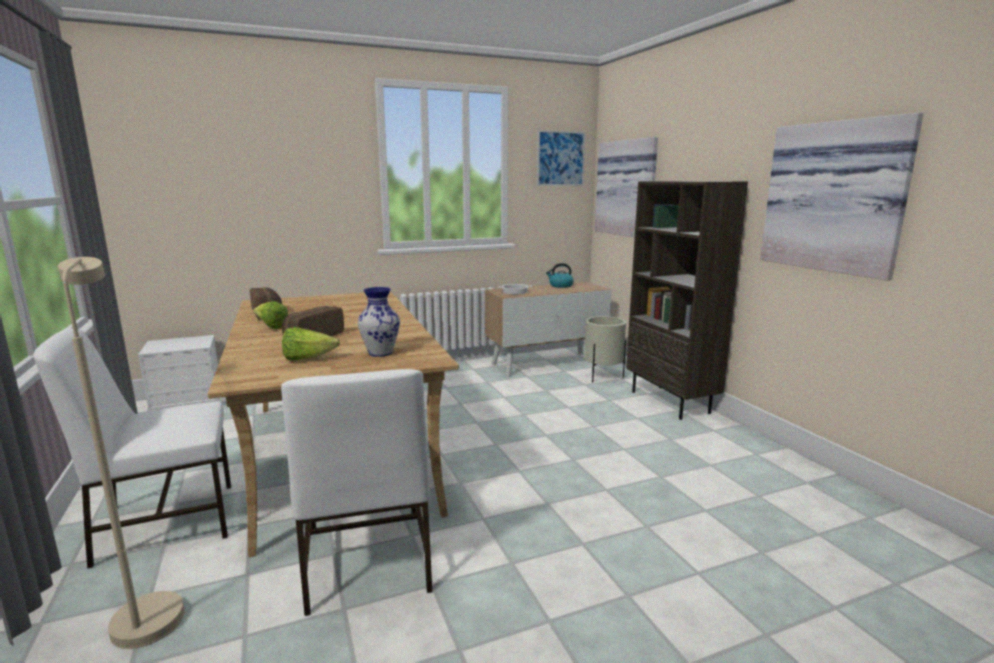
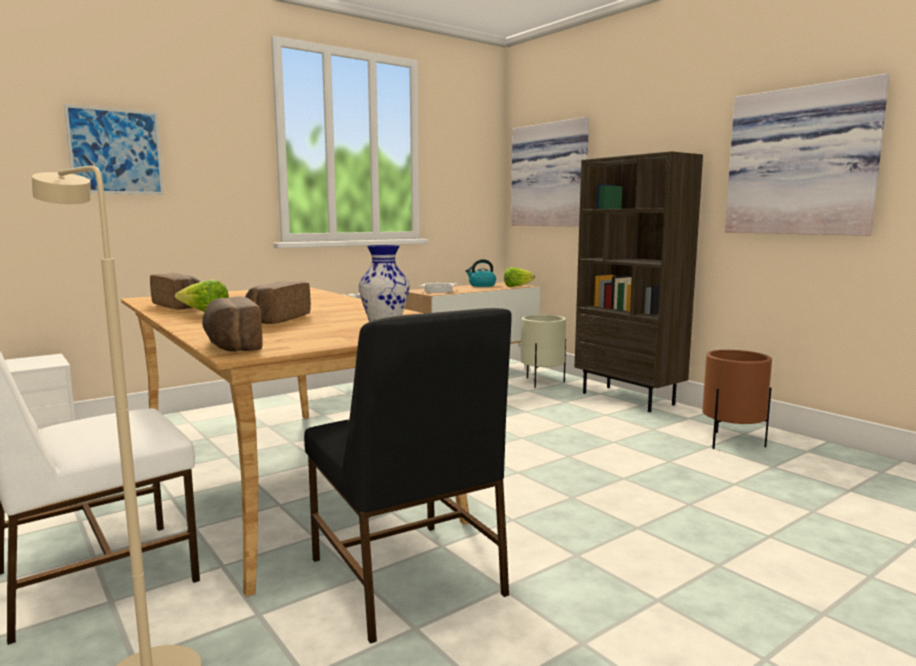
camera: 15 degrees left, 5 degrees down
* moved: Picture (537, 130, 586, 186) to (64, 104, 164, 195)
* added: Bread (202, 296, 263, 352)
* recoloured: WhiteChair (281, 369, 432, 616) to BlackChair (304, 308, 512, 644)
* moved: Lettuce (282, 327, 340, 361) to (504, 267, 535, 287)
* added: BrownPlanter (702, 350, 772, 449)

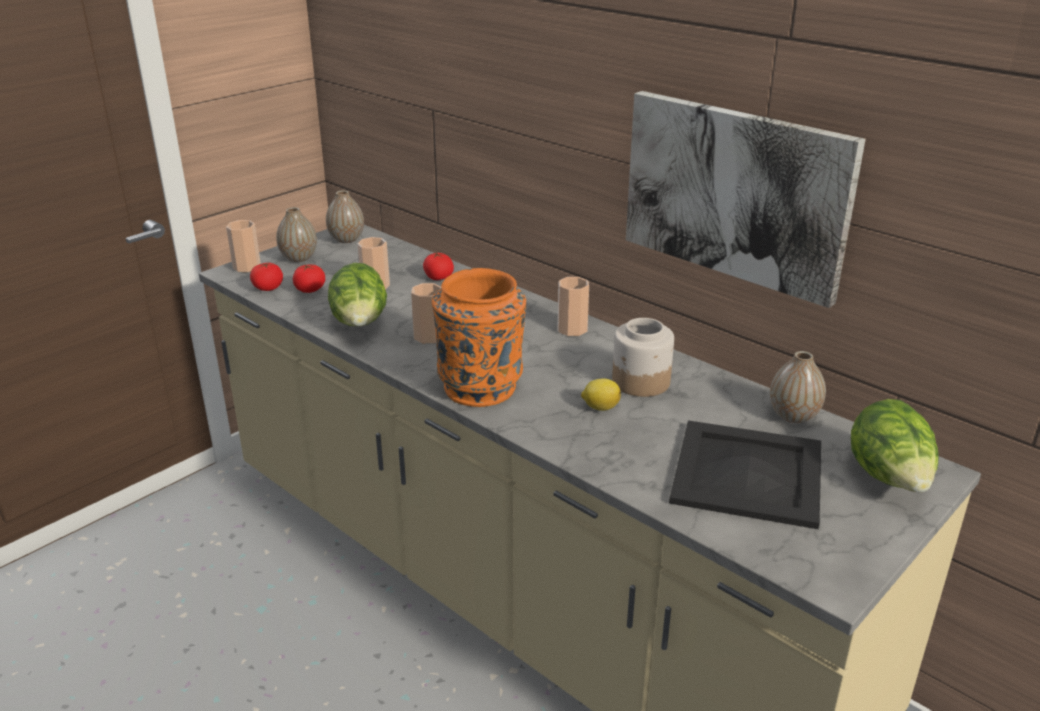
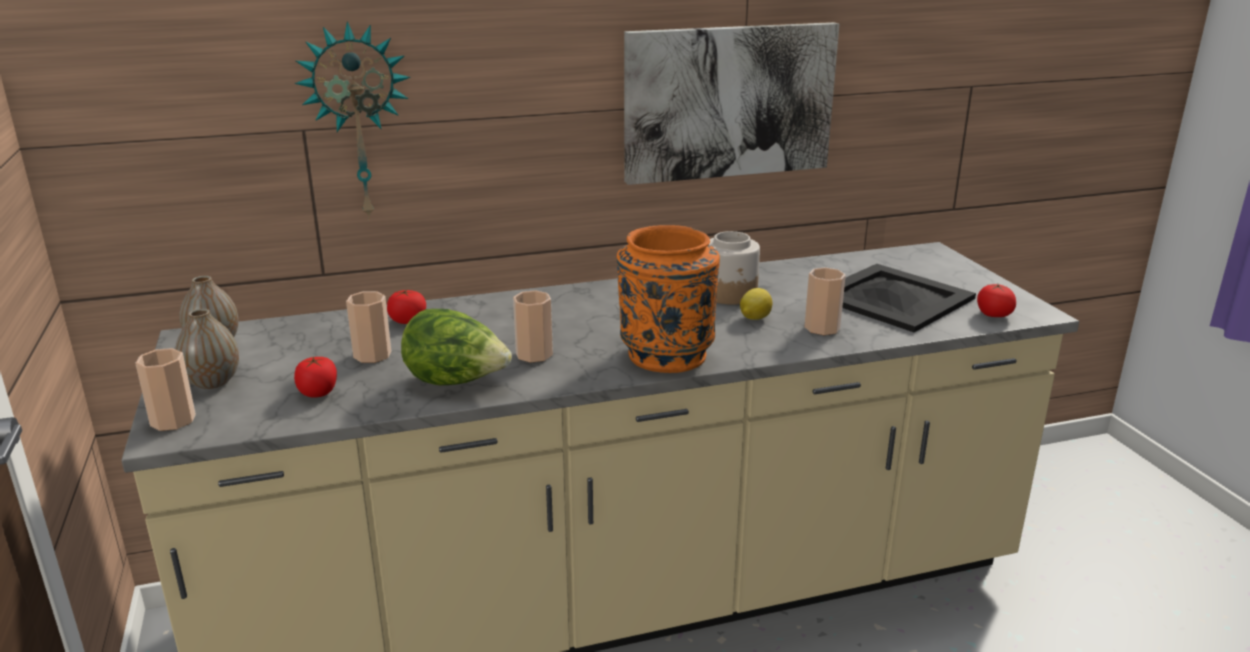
camera: 60 degrees left, 5 degrees down
* added: WallClock (295, 21, 411, 221)
* moved: Cup (558, 277, 589, 336) to (804, 267, 846, 335)
* moved: Tomato (250, 262, 283, 291) to (977, 284, 1016, 317)
* removed: Vase (770, 351, 826, 423)
* removed: Lettuce (851, 399, 939, 493)

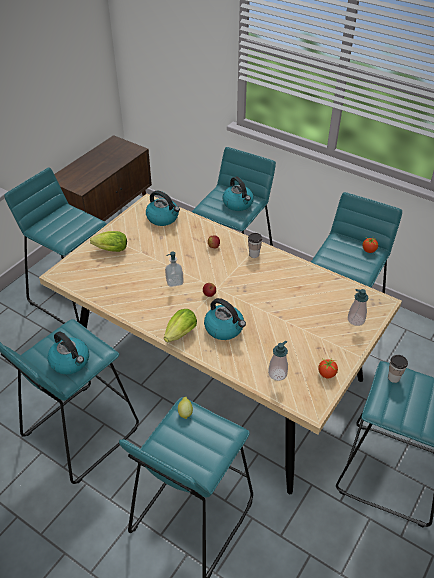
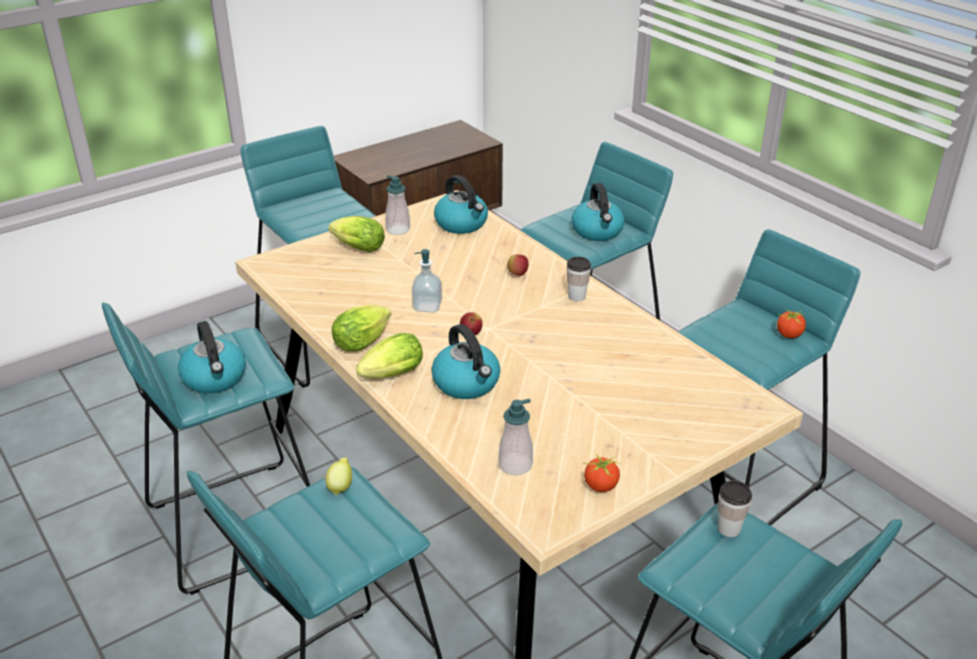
camera: 20 degrees right, 10 degrees down
* added: Lettuce (332, 305, 391, 351)
* moved: SoapDispenser (348, 289, 368, 326) to (385, 175, 410, 235)

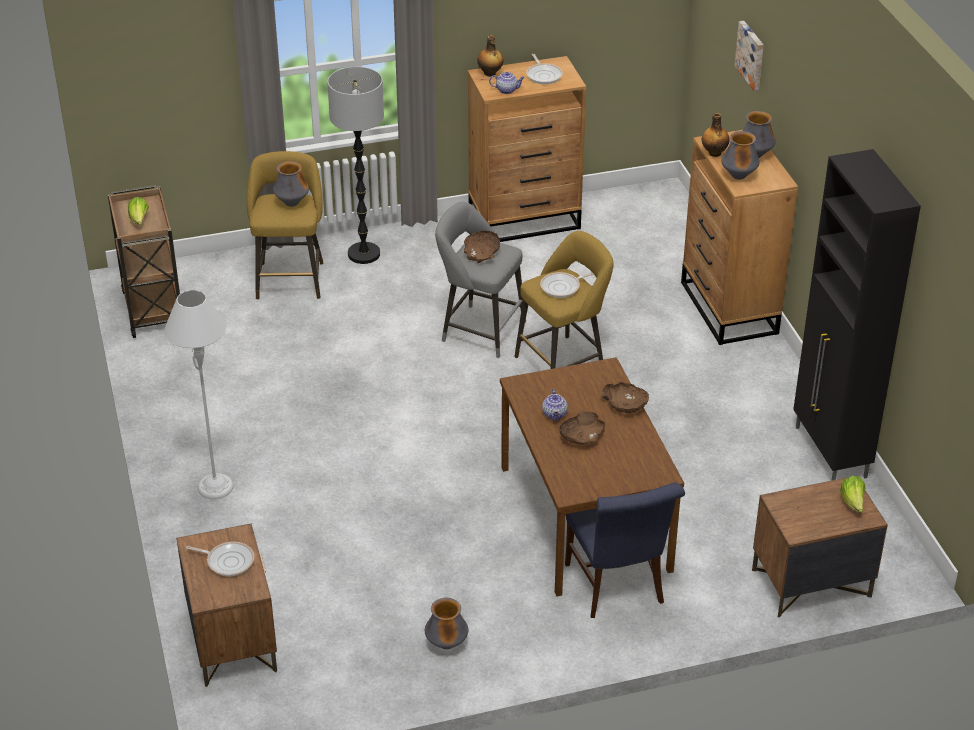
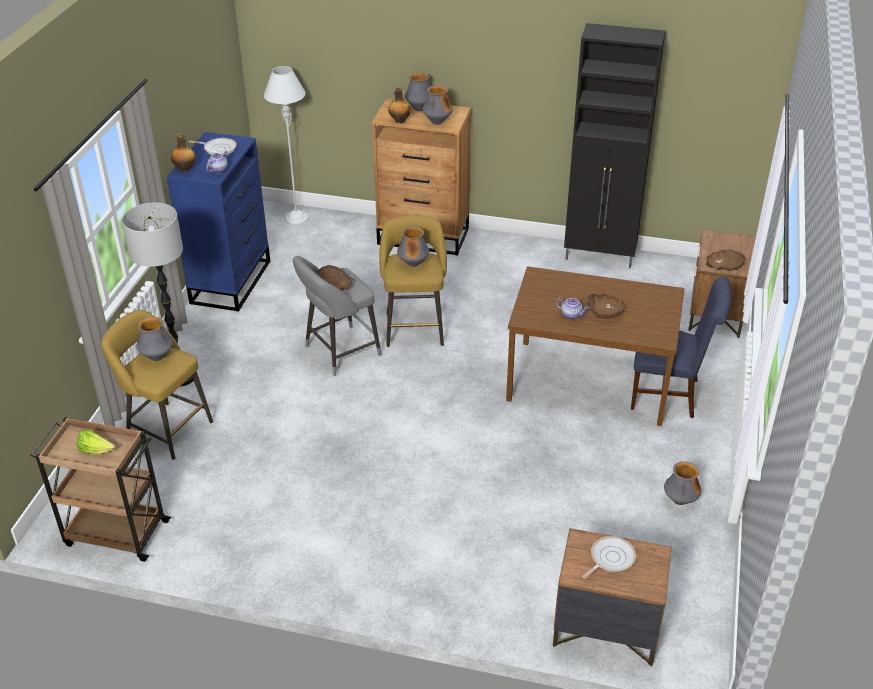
camera: 60 degrees left, 0 degrees up
* recoloured: BrownDresser (468, 56, 586, 242) to BlueDresser (166, 132, 271, 312)
* moved: GreyFloorLamp (164, 290, 234, 499) to (264, 66, 309, 225)
* replaced: FryingPan (540, 272, 594, 298) to Vase (397, 226, 429, 267)
* moved: BrownBowl (601, 382, 649, 413) to (706, 250, 745, 271)
* removed: Picture (734, 21, 764, 91)
* removed: Lettuce (840, 476, 865, 512)

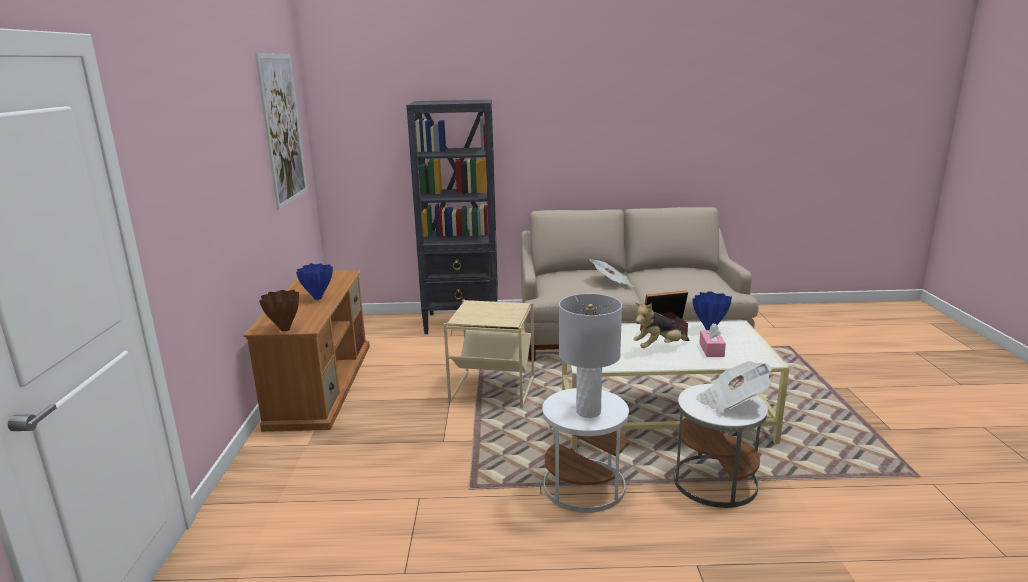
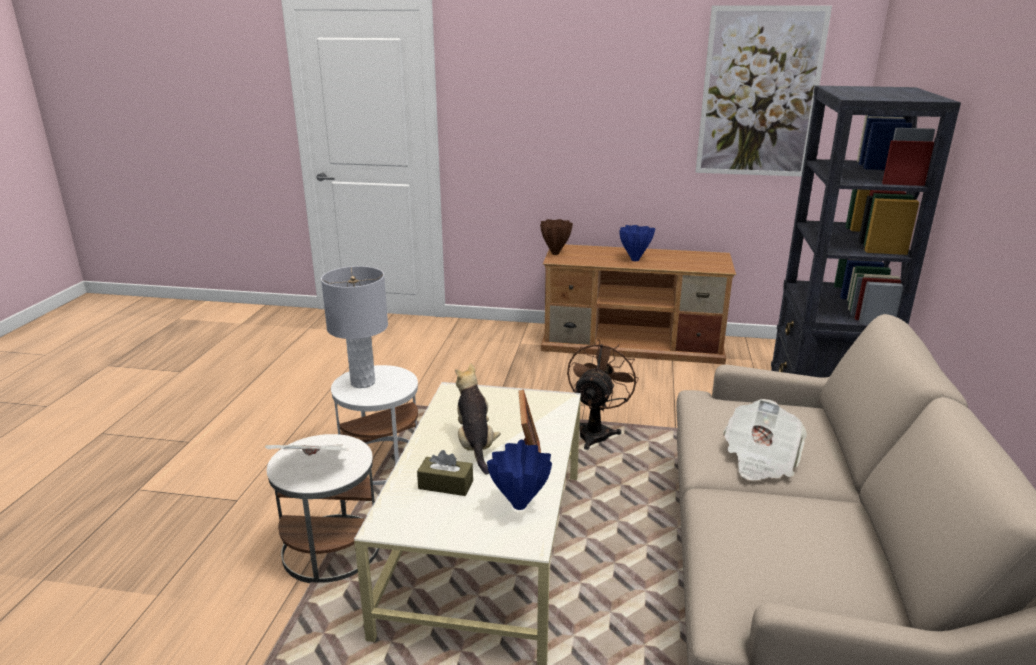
camera: 100 degrees right, 5 degrees up
* recoloured: PinkTissueBox (699, 324, 726, 357) to BrownTissueBox (417, 450, 473, 496)
* replaced: BeigeSideTable (444, 299, 534, 408) to BrownFan (567, 339, 639, 450)

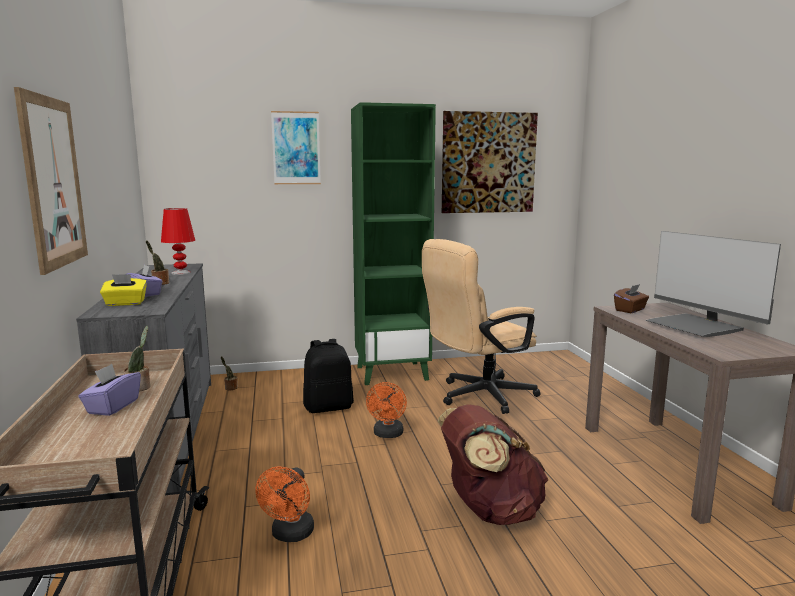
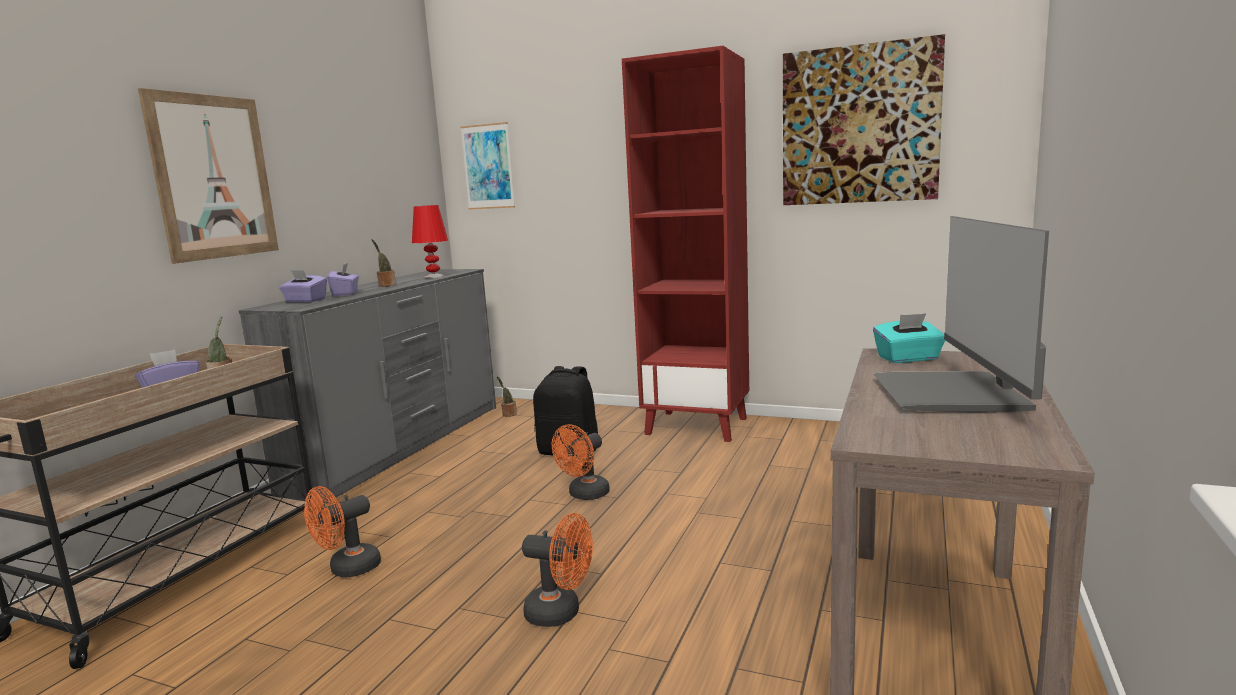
camera: 35 degrees right, 0 degrees up
* recoloured: YellowTissueBox (100, 274, 147, 306) to PurpleTissueBox (279, 270, 327, 302)
* moved: Picture (271, 111, 321, 184) to (460, 122, 515, 210)
* replaced: BrownBackpack (438, 404, 548, 525) to OrangeFan (522, 513, 593, 627)
* recoloured: GreenBookcase (351, 102, 436, 385) to RedBookcase (622, 46, 749, 442)
* recoloured: BrownTissueBox (614, 284, 649, 313) to TurquoiseTissueBox (873, 313, 945, 363)
* removed: BeigeOfficeChair (422, 239, 540, 414)

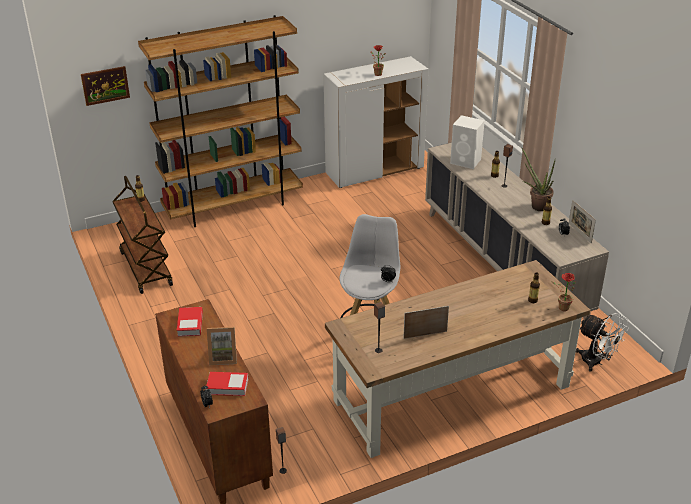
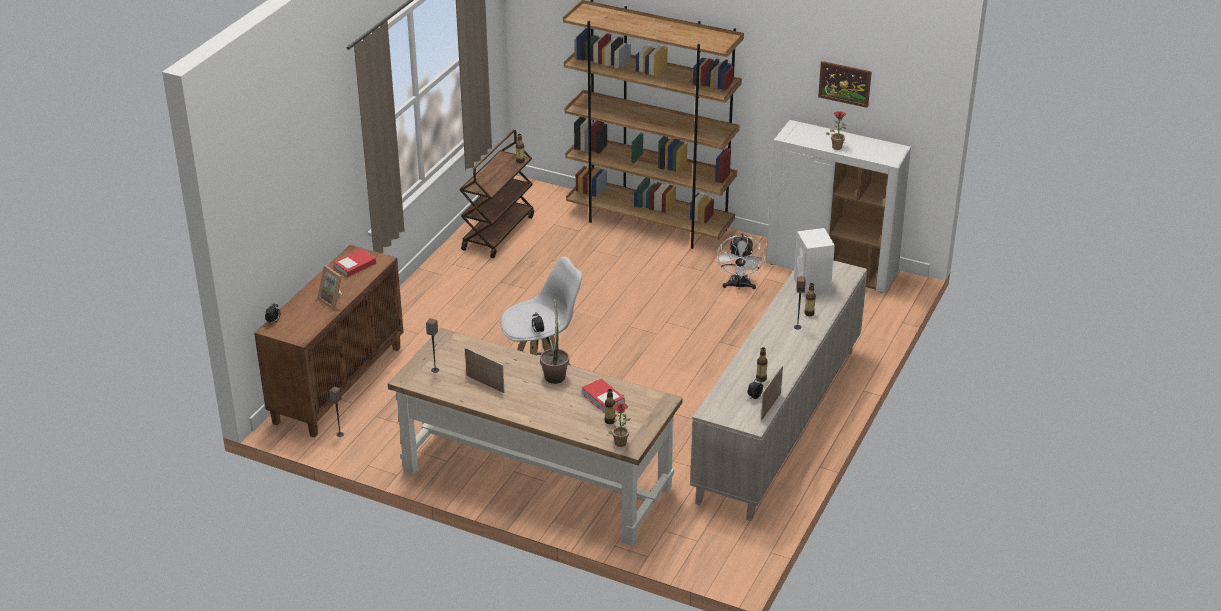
camera: 50 degrees right, 0 degrees up
* moved: PottedPlant (521, 147, 556, 211) to (540, 296, 569, 384)
* moved: Book (206, 372, 248, 396) to (582, 379, 625, 413)
* moved: WhiteFan (576, 313, 629, 372) to (717, 233, 765, 290)
* moved: Picture (81, 66, 130, 106) to (818, 61, 872, 108)

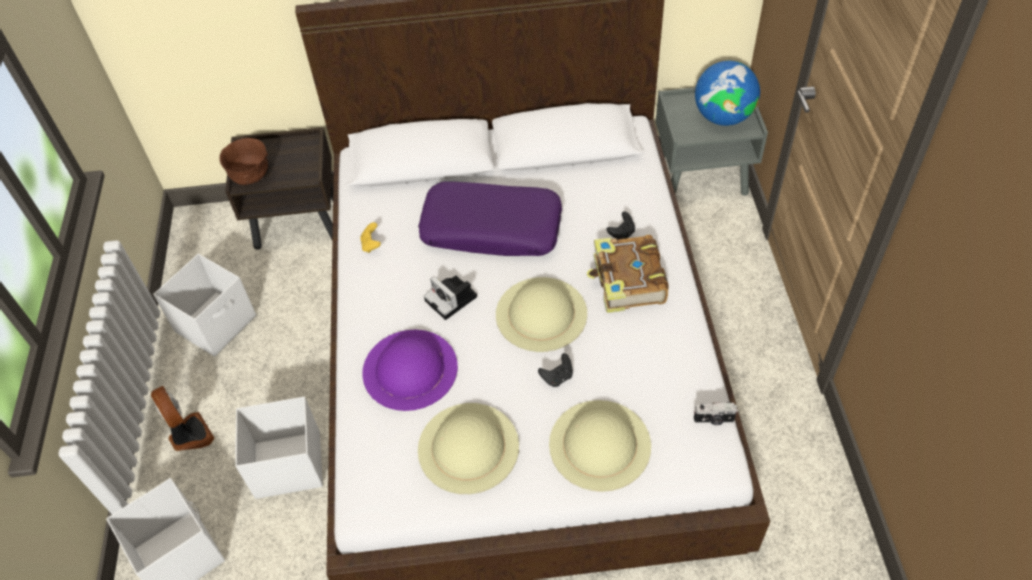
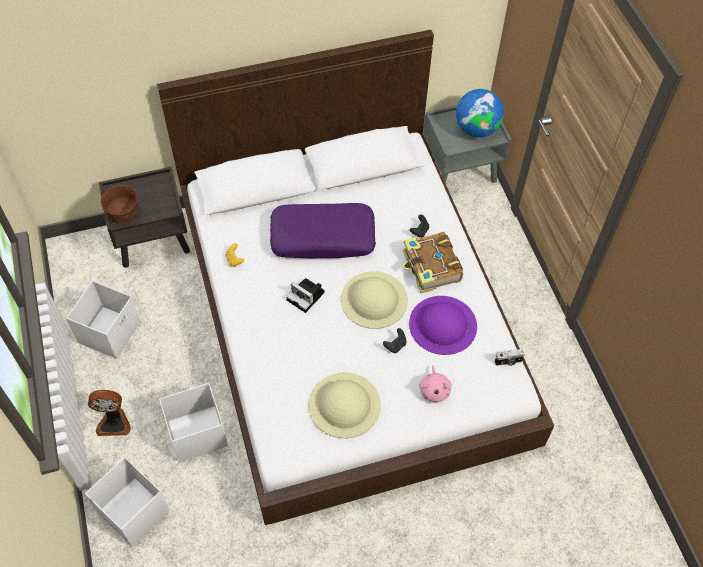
camera: 15 degrees left, 5 degrees up
* turned: Fan (151, 386, 214, 451) = (88, 390, 131, 436) 135 degrees clockwise
* moved: PurpleHat (362, 330, 458, 411) to (409, 296, 477, 355)
* replaced: BeigeHat (549, 400, 651, 492) to PinkPlushToy (419, 365, 452, 403)

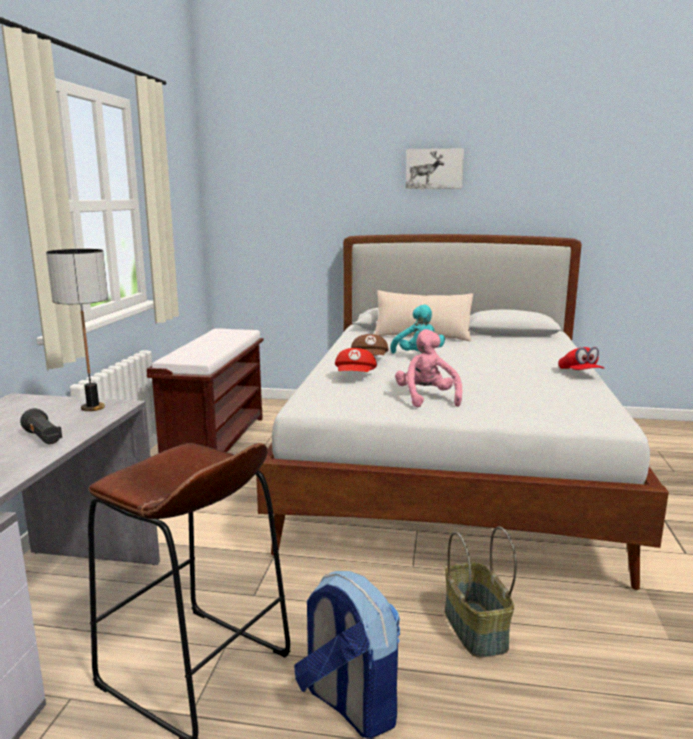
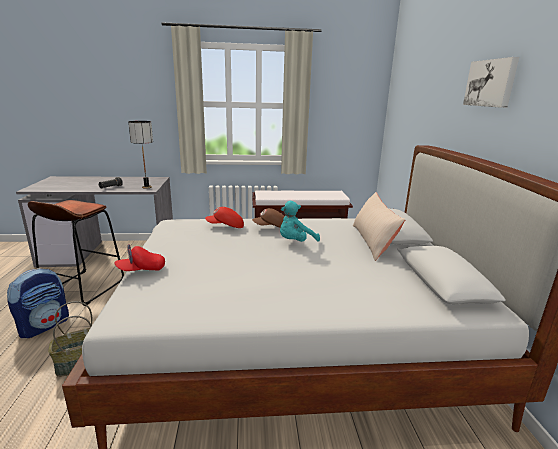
camera: 75 degrees right, 5 degrees up
* moved: RedCap (558, 347, 604, 370) to (115, 244, 165, 271)
* removed: PinkPlushToy (395, 329, 462, 408)

